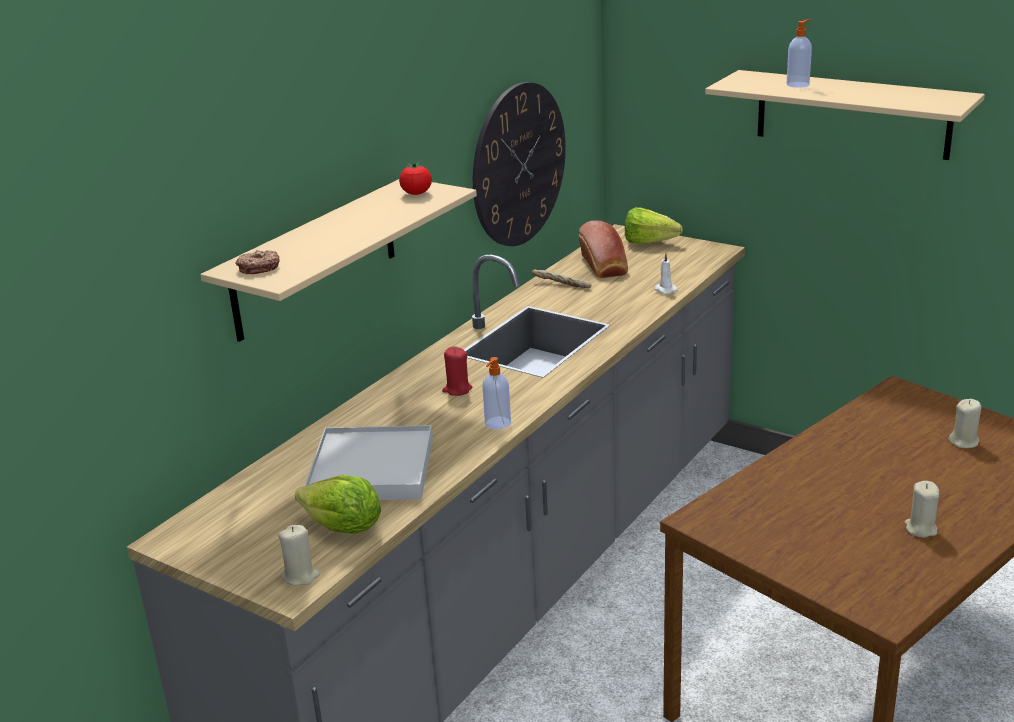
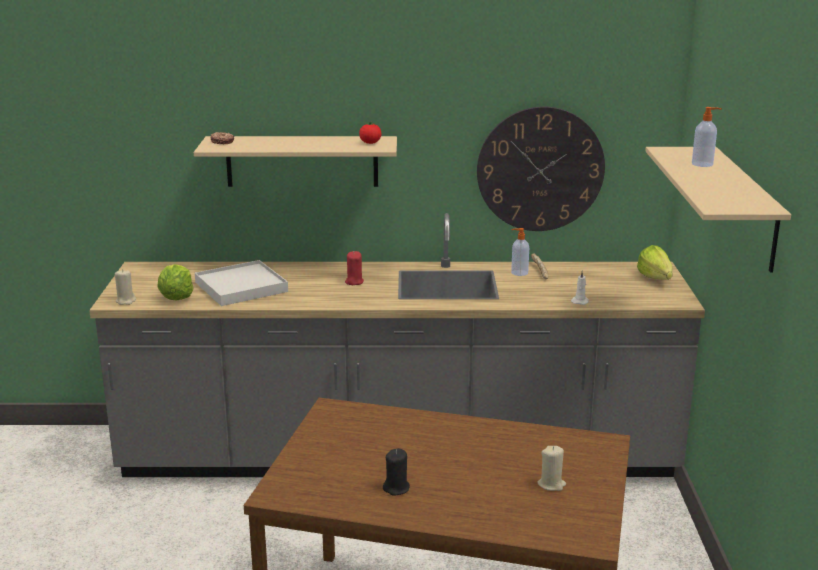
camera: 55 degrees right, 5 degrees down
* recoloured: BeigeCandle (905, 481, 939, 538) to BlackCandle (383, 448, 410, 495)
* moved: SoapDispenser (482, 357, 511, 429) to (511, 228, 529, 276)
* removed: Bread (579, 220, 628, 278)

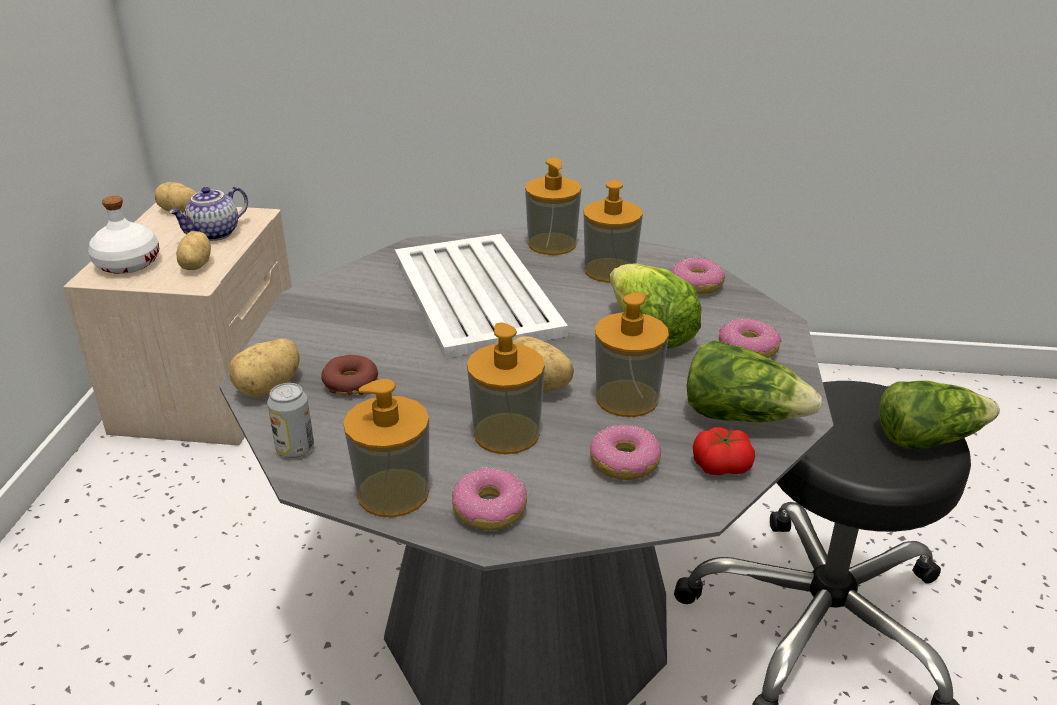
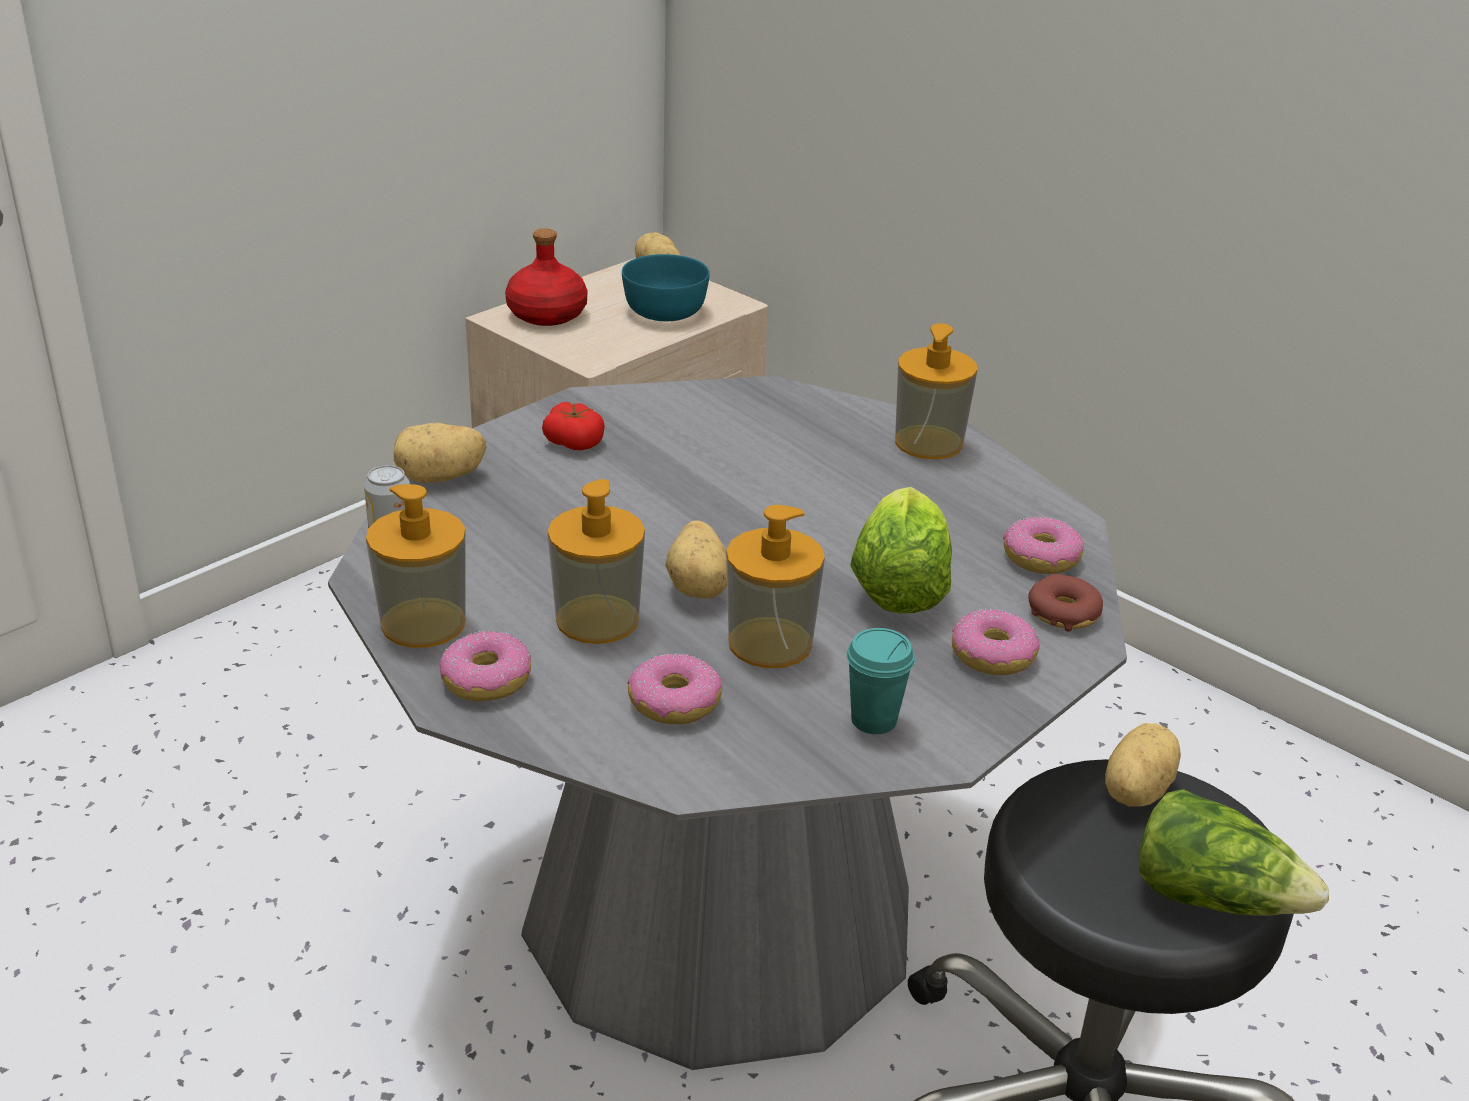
camera: 35 degrees right, 0 degrees up
* recoloured: WhiteBottle (88, 196, 159, 274) to RedBottle (505, 228, 588, 326)
* moved: Tomato (693, 427, 755, 475) to (542, 402, 605, 450)
* replaced: Teapot (169, 186, 248, 241) to TurquoiseBowl (622, 254, 710, 321)
* replaced: Lettuce (687, 340, 823, 422) to TurquoiseCup (847, 628, 915, 734)
* moved: Donut (321, 355, 378, 395) to (1028, 574, 1103, 632)
* moved: Potato (176, 231, 211, 270) to (1105, 723, 1181, 807)
* removed: WhiteTray (395, 234, 568, 359)
* removed: SoapDispenser (583, 180, 643, 283)

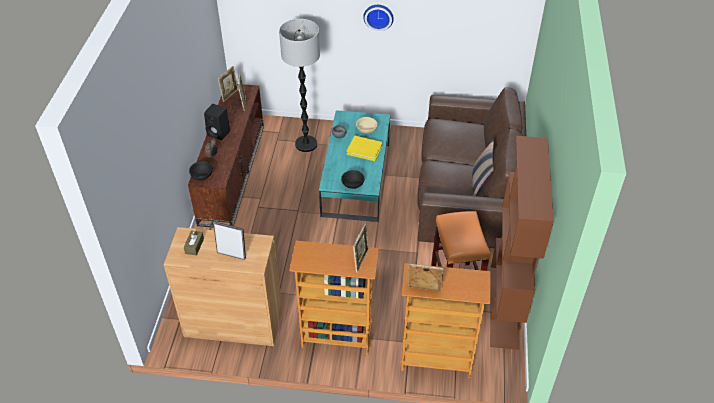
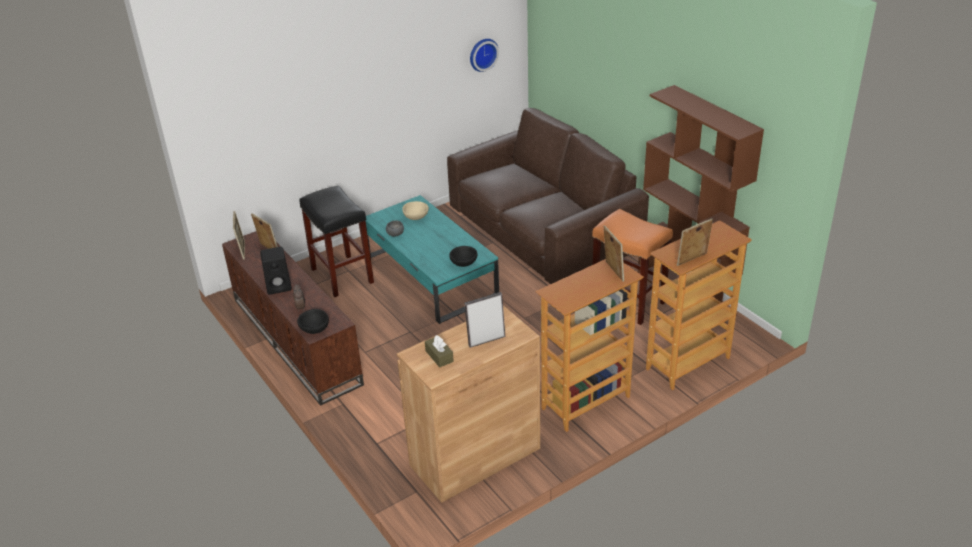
camera: 40 degrees left, 10 degrees down
* replaced: FloorLamp (279, 19, 320, 152) to BlackStool (299, 186, 374, 297)
* moved: WallClock (363, 5, 394, 31) to (470, 39, 499, 72)
* removed: YellowBook (347, 136, 382, 161)
* removed: Pillow (472, 139, 494, 196)

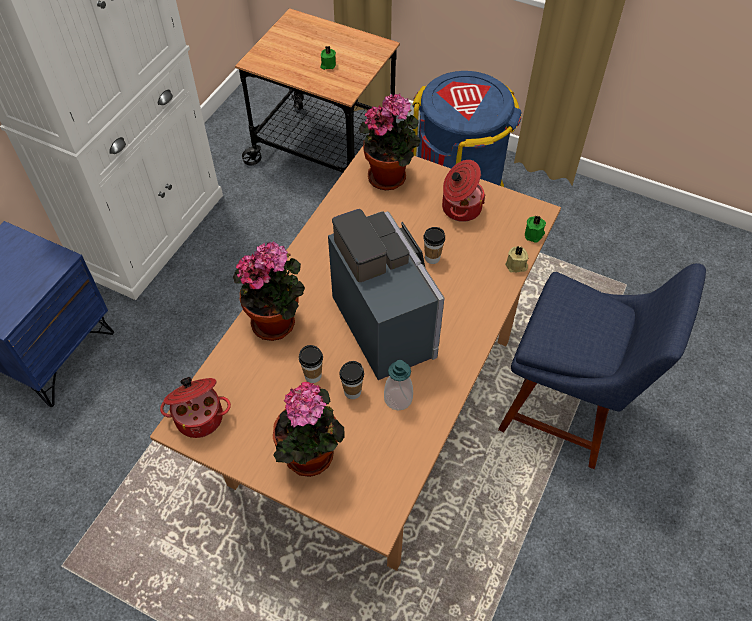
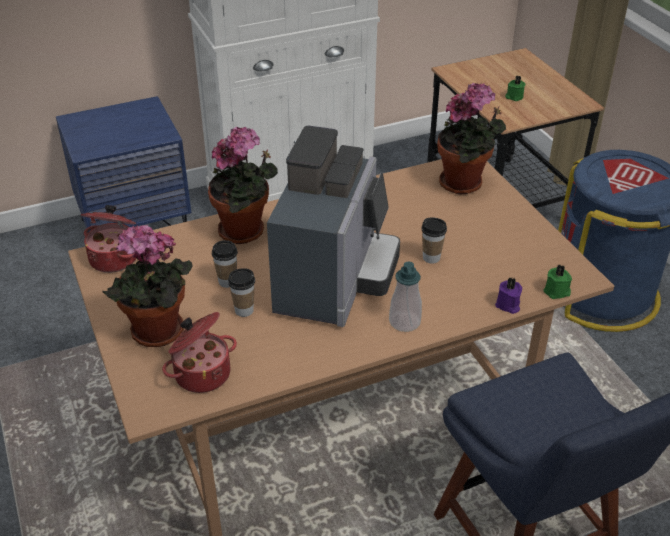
camera: 40 degrees right, 15 degrees down
* moved: CookingPot (442, 160, 486, 222) to (162, 312, 237, 393)
* moved: SoapDispenser (384, 360, 413, 411) to (389, 261, 422, 332)
* recoloured: BeigeCandle (505, 246, 528, 272) to PurpleCandle (495, 277, 522, 314)

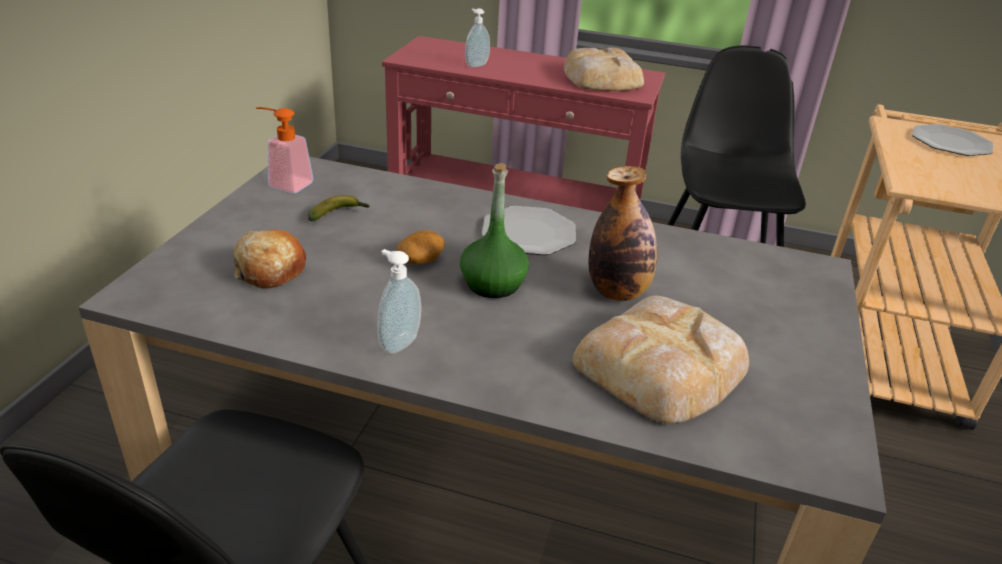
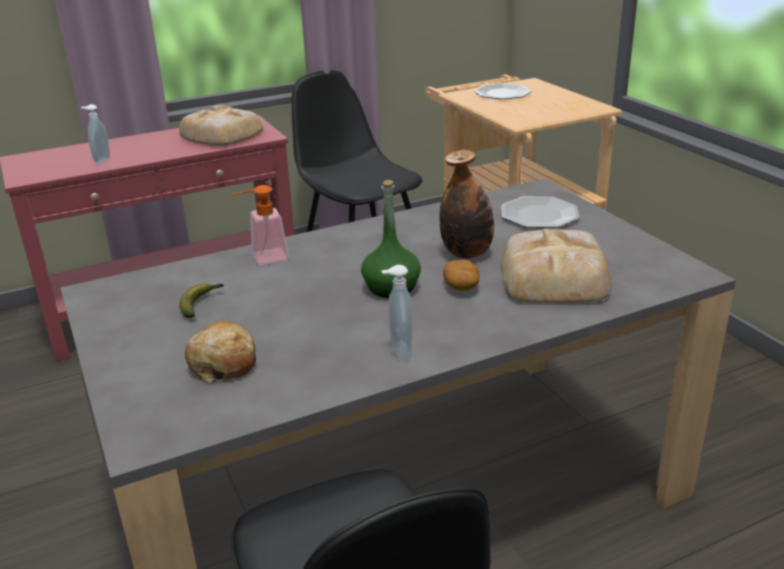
camera: 40 degrees left, 5 degrees down
* moved: SoapDispenser (256, 107, 314, 193) to (230, 185, 289, 265)
* moved: Potato (396, 230, 444, 264) to (443, 260, 479, 291)
* moved: Plate (482, 206, 576, 255) to (501, 196, 580, 228)

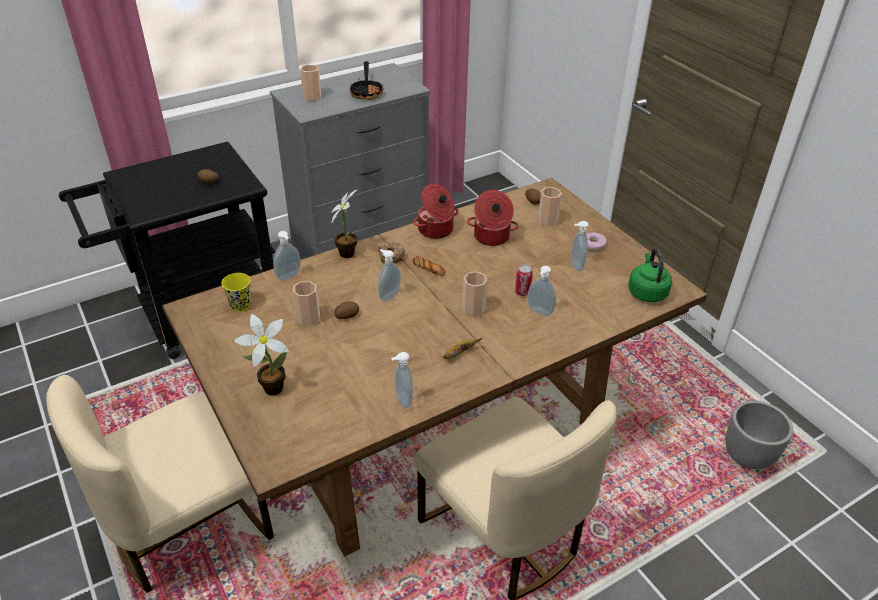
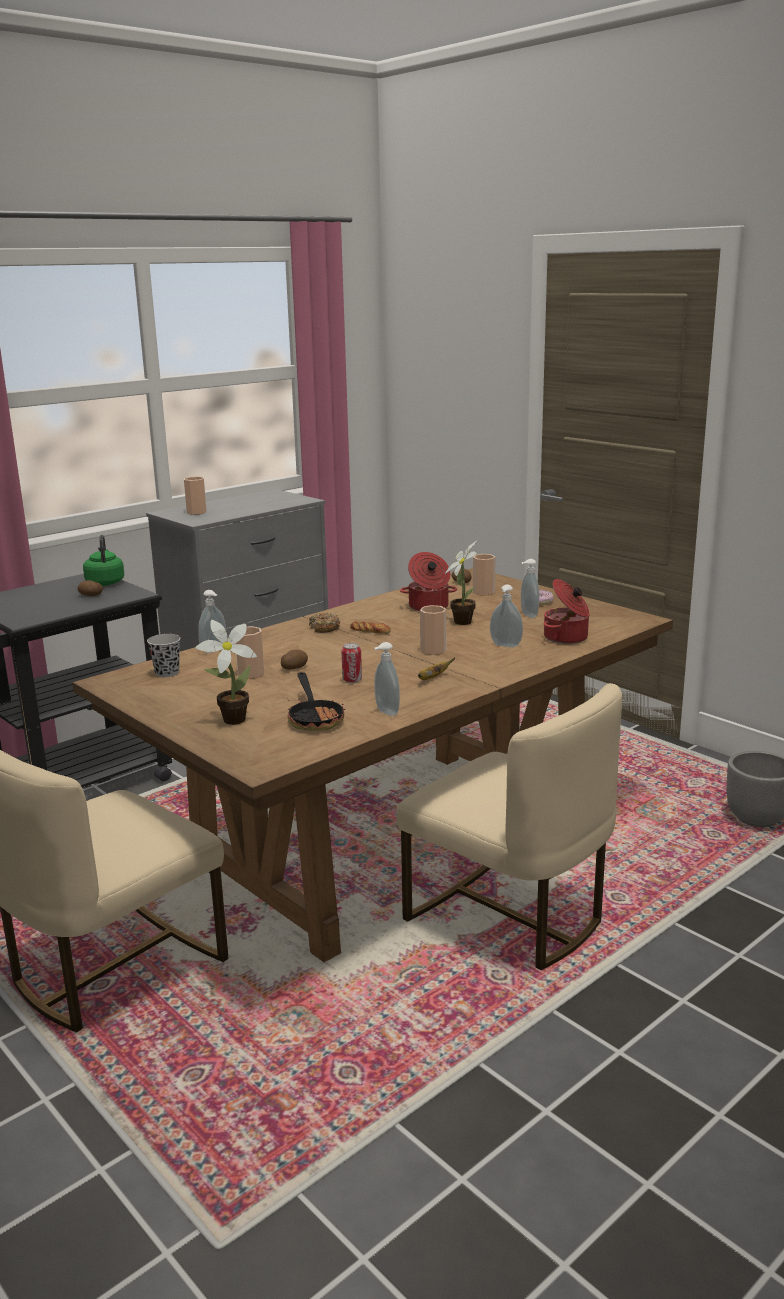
camera: 10 degrees left, 20 degrees down
* moved: GreenKettle (628, 249, 672, 302) to (83, 535, 125, 586)
* recoloured: YellowCup (221, 273, 251, 312) to BlackCup (147, 634, 181, 677)
* moved: FryingPan (350, 61, 383, 100) to (287, 672, 345, 731)
* moved: Can (515, 265, 533, 296) to (341, 643, 362, 683)
* moved: PottedPlant (331, 189, 358, 258) to (445, 541, 477, 625)
* moved: CookingPot (413, 184, 459, 239) to (544, 579, 590, 644)
* removed: SoapDispenser (378, 249, 401, 301)

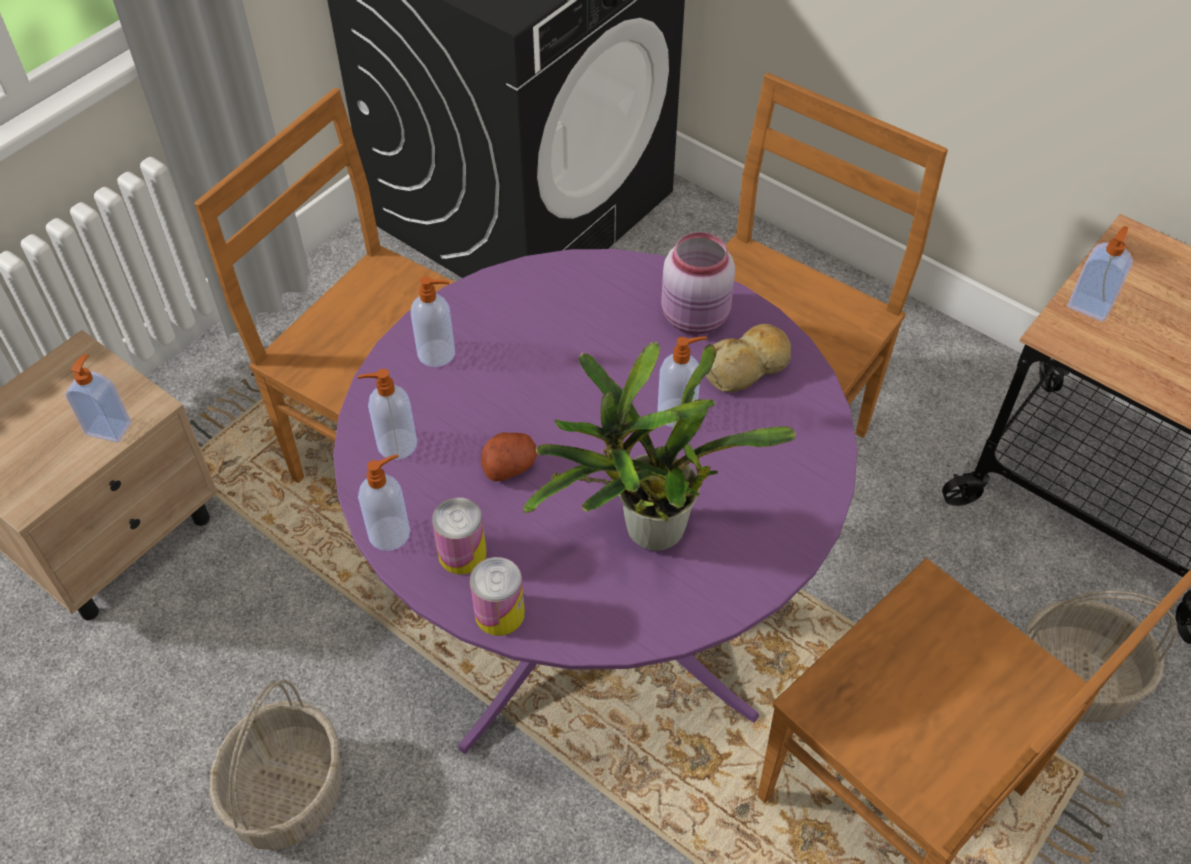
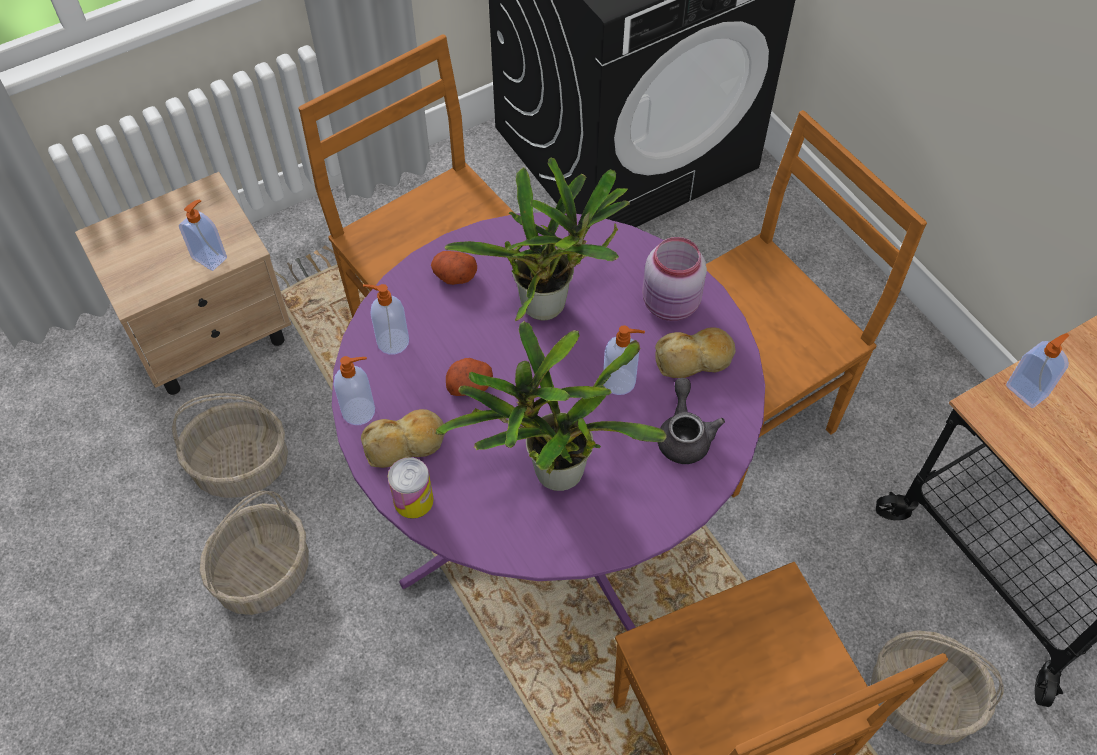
camera: 20 degrees right, 5 degrees up
* added: Basket (172, 393, 288, 498)
* replaced: Can (432, 497, 487, 574) to Bread (361, 409, 445, 468)
* replaced: SoapDispenser (411, 276, 455, 367) to Potato (431, 251, 477, 285)
* added: PottedPlant (445, 157, 630, 321)
* added: GreyTeapot (658, 378, 725, 464)

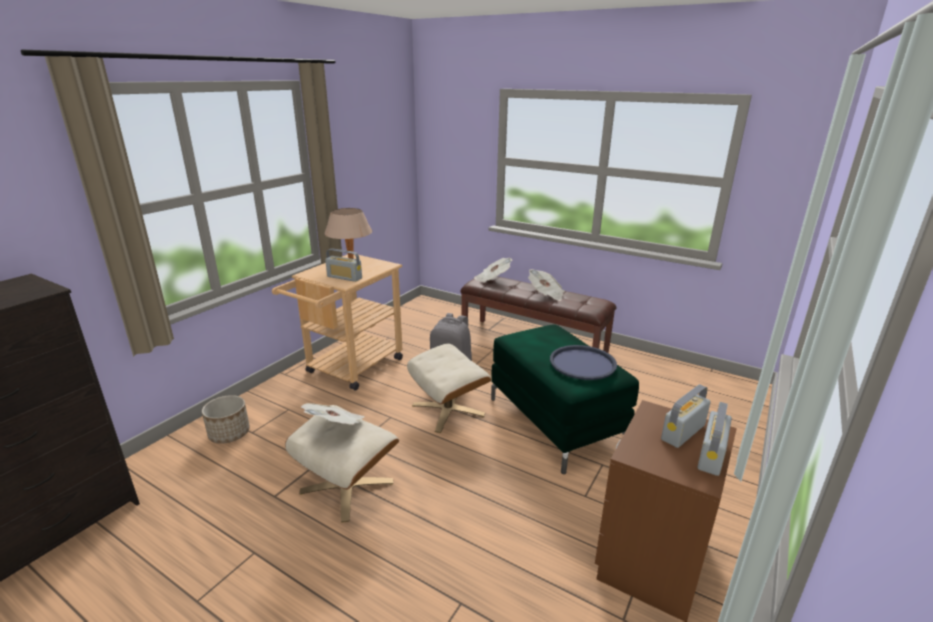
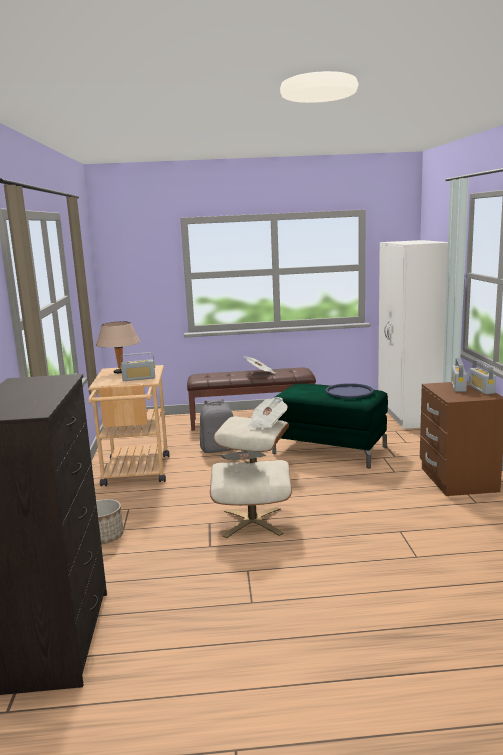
camera: 35 degrees left, 10 degrees down
* moved: Newspaper (474, 258, 513, 283) to (248, 397, 287, 429)
* added: WhiteWardrobe (378, 240, 448, 429)

